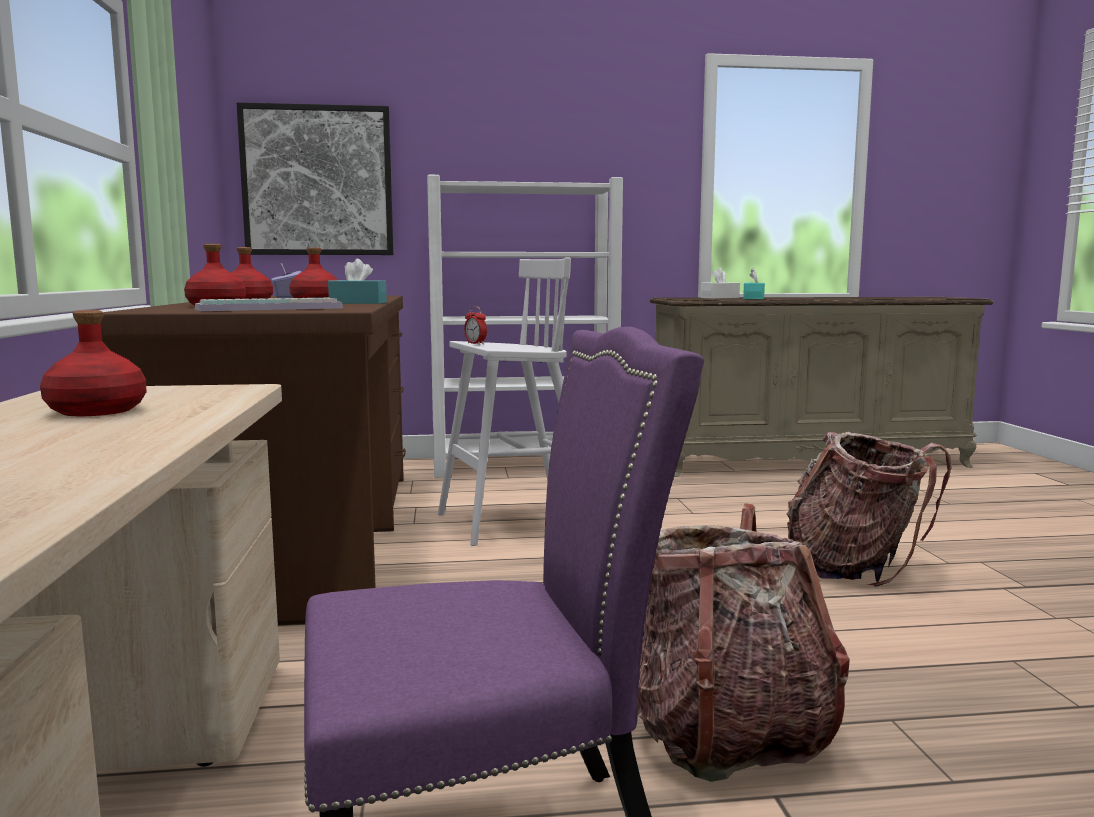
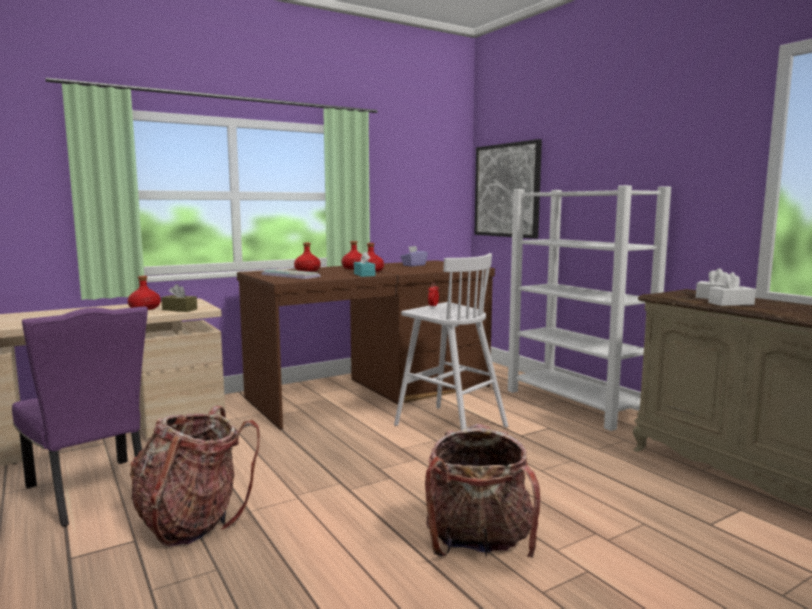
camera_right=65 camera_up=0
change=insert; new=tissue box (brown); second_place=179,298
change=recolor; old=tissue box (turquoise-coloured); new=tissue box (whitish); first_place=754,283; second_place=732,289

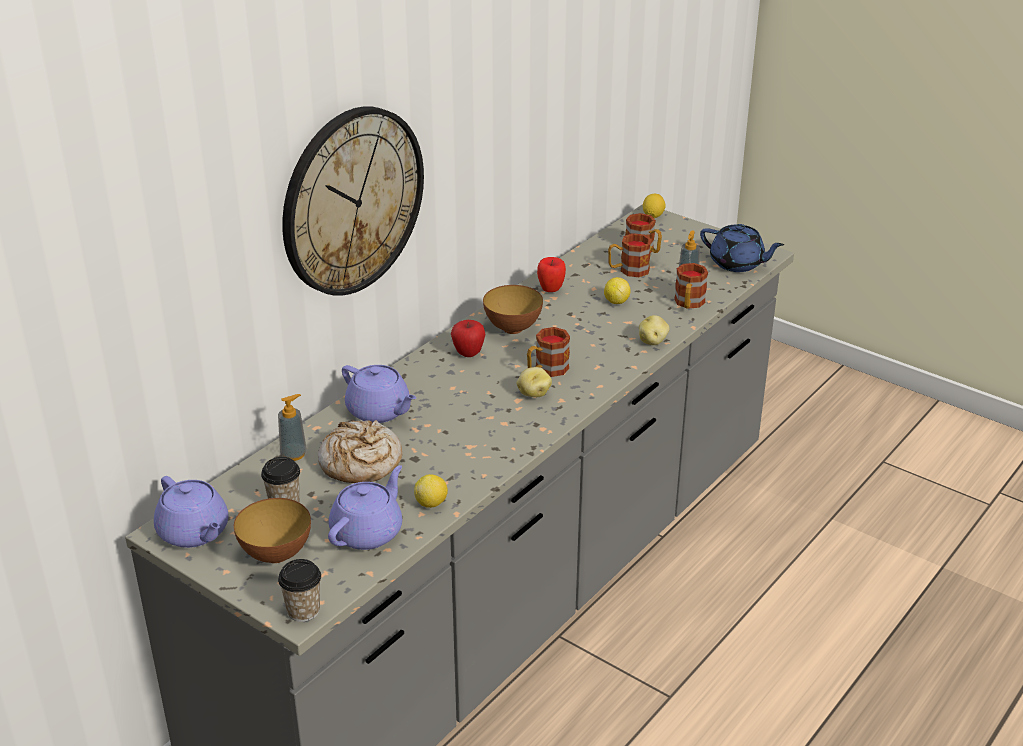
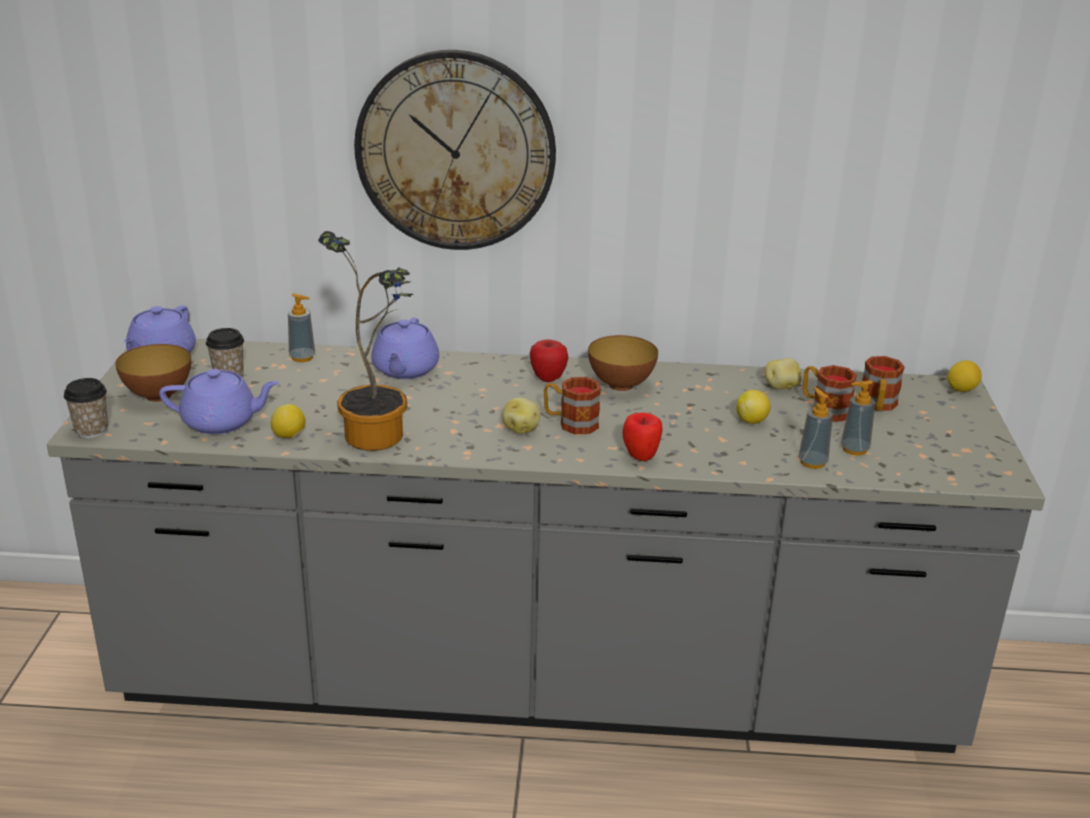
camera_right=55 camera_up=-5
change=delete; old=bakery bread; first_place=360,451
change=delete; old=teapot (bluish); first_place=742,248
change=insert; new=potted plant; second_place=365,341
change=move; old=apple; first_place=551,274; second_place=643,437
change=move; old=spud; first_place=654,330; second_place=783,374
change=replace; old=mug; new=soap bottle; first_place=691,286; second_place=816,428

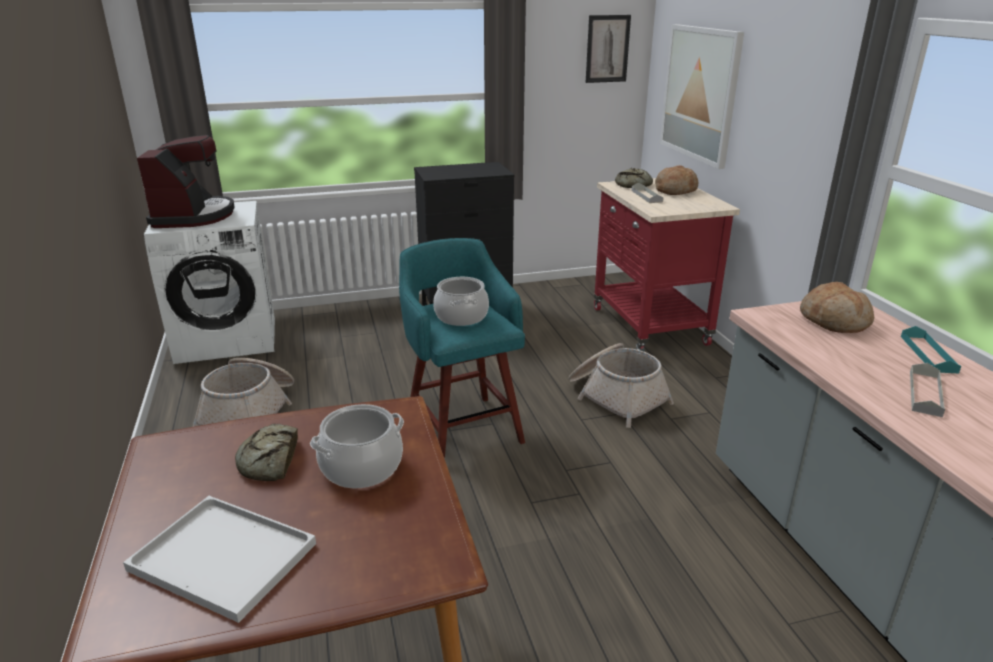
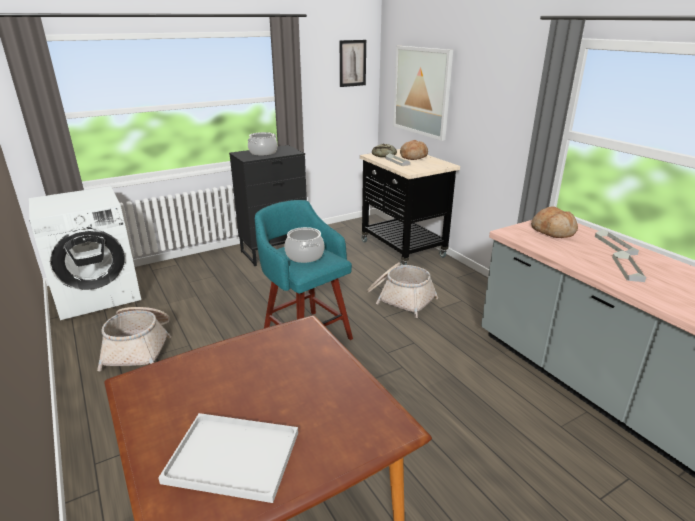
camera_right=-15 camera_up=0
change=delete; old=coffee maker; first_place=185,181
change=delete; old=bakery bread; first_place=266,452
change=move; old=stockpot; first_place=357,446; second_place=262,144
change=recolor; old=cart (red-coloured); new=cart (black-coloured); first_place=667,265; second_place=410,207
change=recolor; old=carrying tray (turquoise-coloured); new=carrying tray (grey); first_place=931,349; second_place=617,242

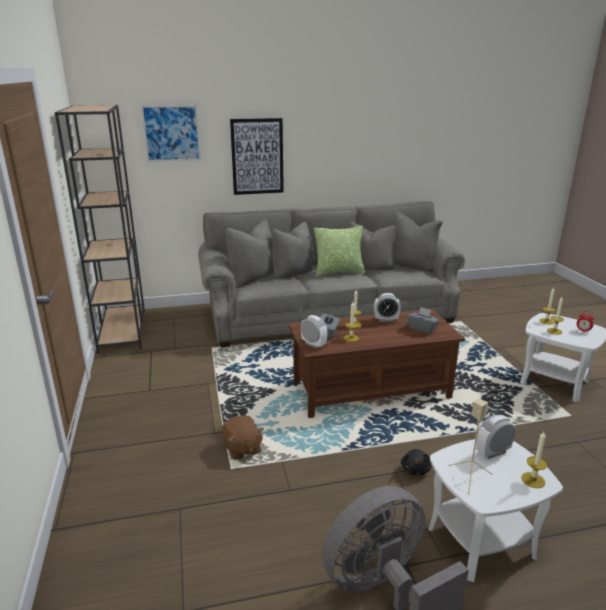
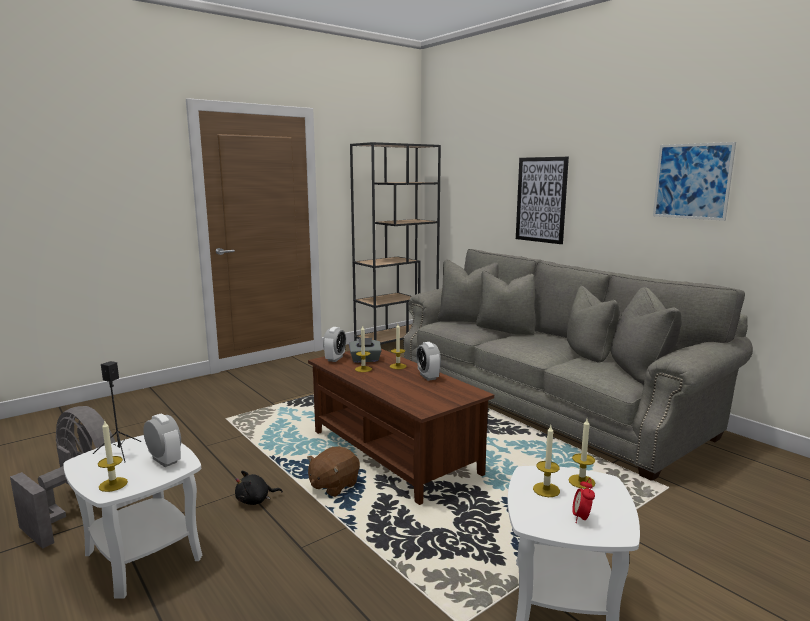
camera_right=65 camera_up=-10
change=delete; old=cushion; first_place=339,251
change=delete; old=tissue box (grey); first_place=423,320
change=move; old=wall picture; first_place=171,133; second_place=694,181
change=move; old=cuddly toy (brown); first_place=243,437; second_place=333,471
change=recolor; old=loudspeaker (beige-coloured); new=loudspeaker (black-coloured); first_place=470,446; second_place=117,412

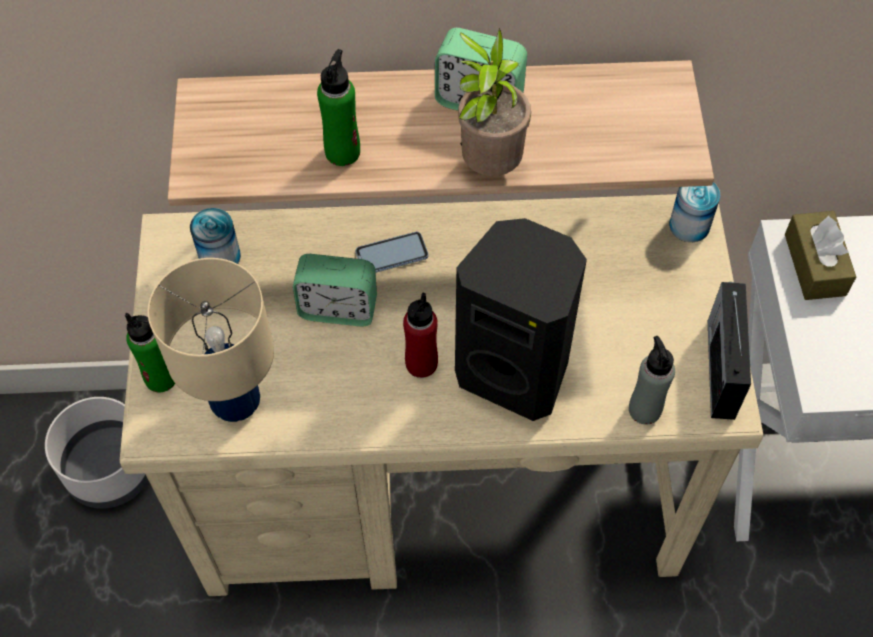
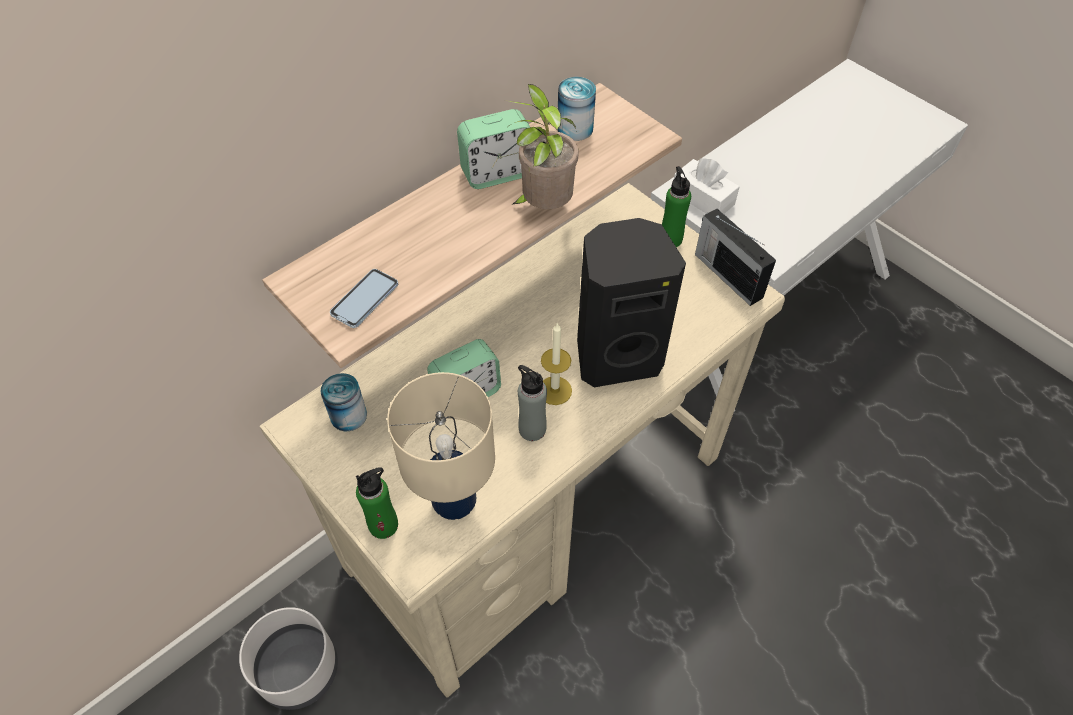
camera_right=-40 camera_up=-5
change=move; old=drink bottle (green-coloured); first_place=338,107; second_place=676,206
change=move; old=telephone; first_place=392,252; second_place=364,298
change=move; old=drink bottle (grey); first_place=652,380; second_place=532,403
change=move; old=can; first_place=694,212; second_place=576,109
change=replace; old=drink bottle (red-coloured); new=wax candle; first_place=420,335; second_place=556,363
change=recolor; old=tissue box (brown); new=tissue box (whitish); first_place=820,255; second_place=706,186

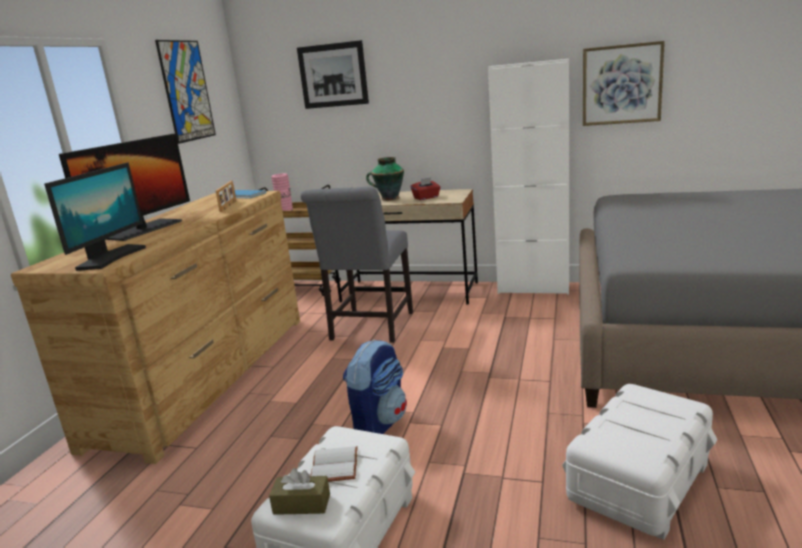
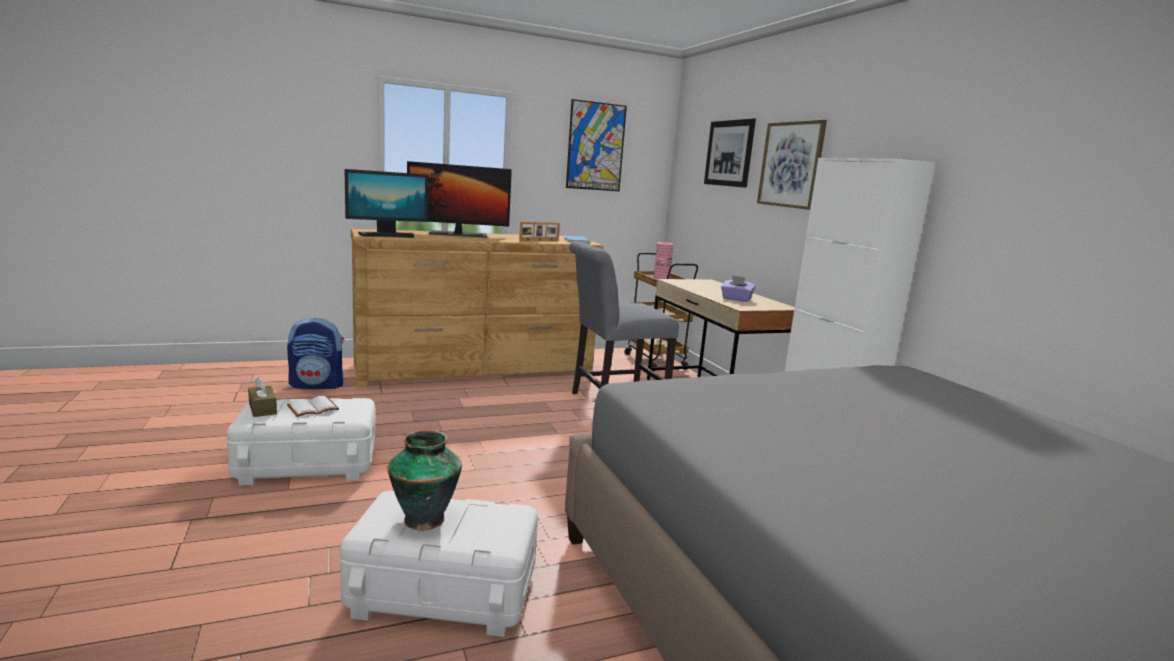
camera_right=50 camera_up=-5
change=move; old=rucksack; first_place=375,387; second_place=315,353
change=move; old=flower vase; first_place=385,179; second_place=424,480
change=move; old=wall picture; first_place=624,83; second_place=792,165
change=recolor; old=tissue box (red-coloured); new=tissue box (purplish); first_place=426,188; second_place=738,288

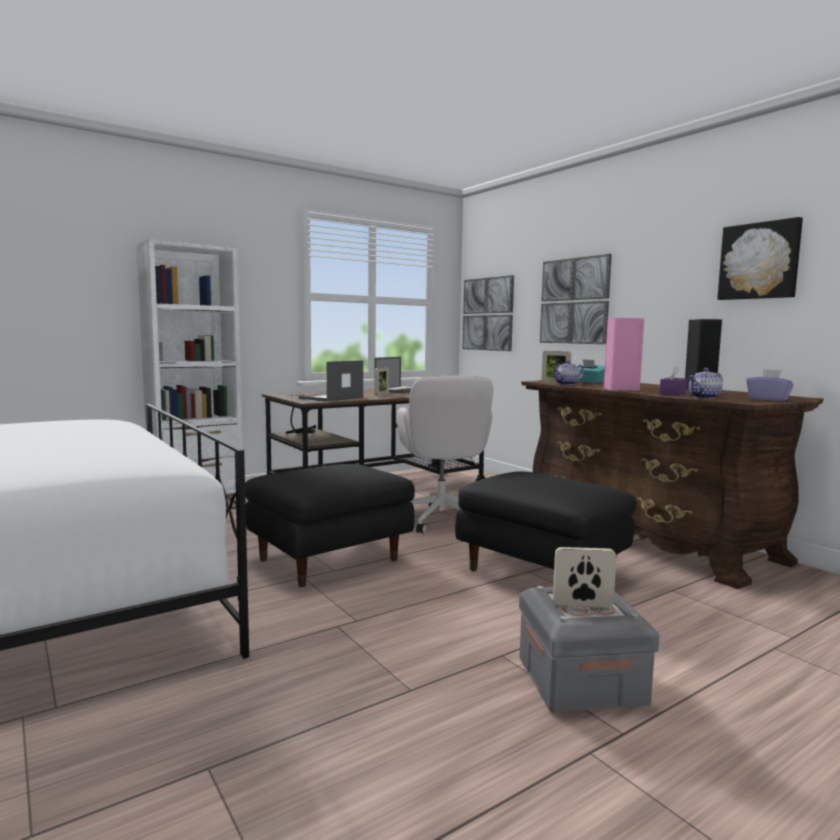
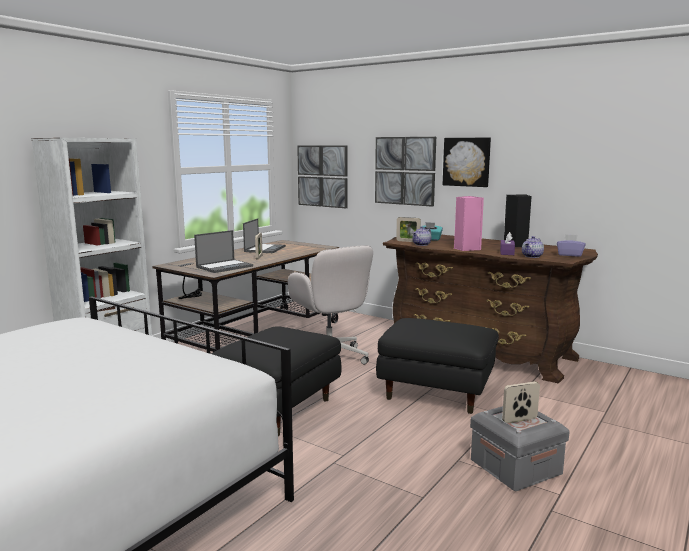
camera_right=-20 camera_up=5
change=move; old=wall picture; first_place=760,258; second_place=467,162
change=rotate; old=laptop; first_place=331,381; second_place=223,251; degrees=-150

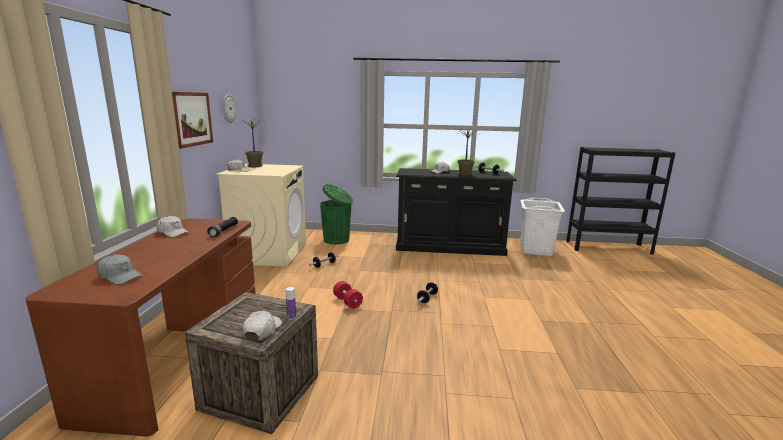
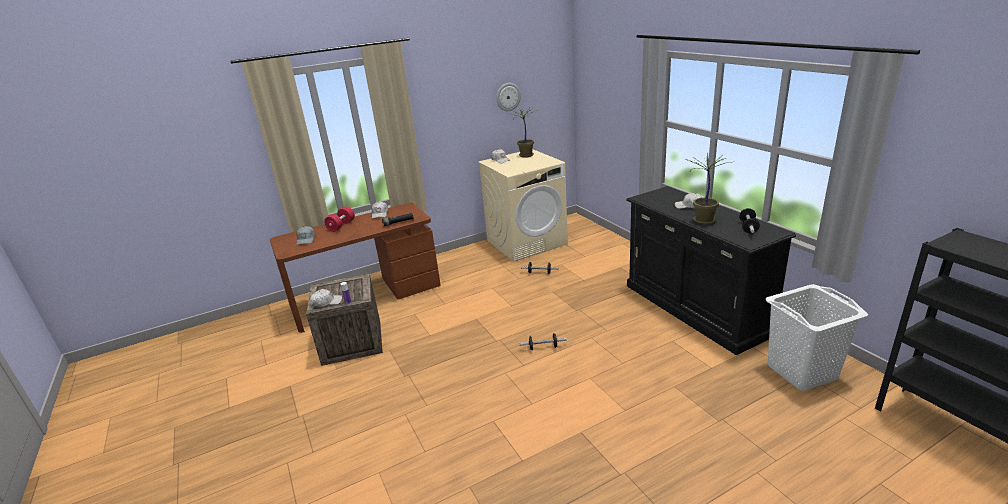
camera_right=60 camera_up=10
change=delete; old=wall picture; first_place=192,120
change=delete; old=rubbish bin (green-coloured); first_place=336,214
change=move; old=dumbbell (red-coloured); first_place=348,295; second_place=339,219

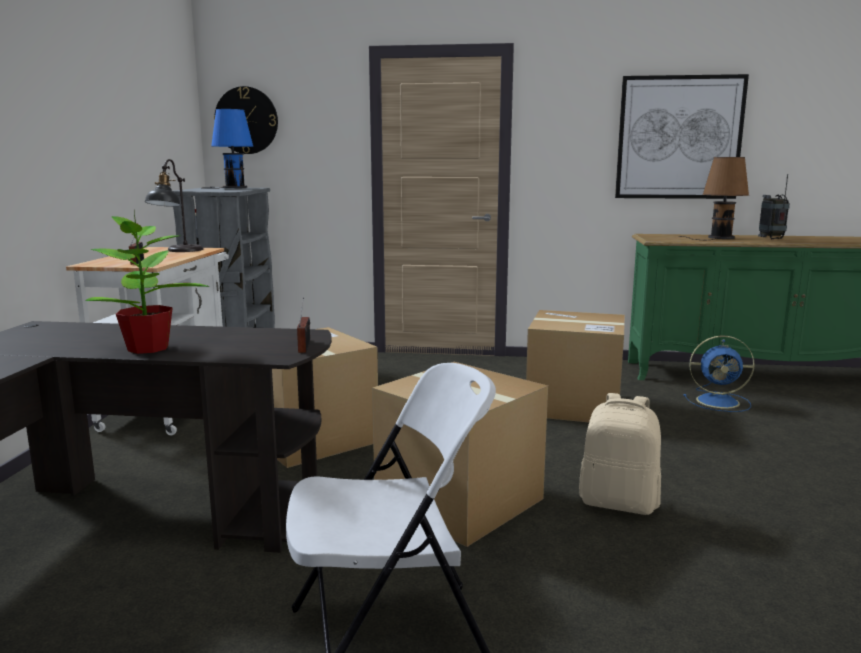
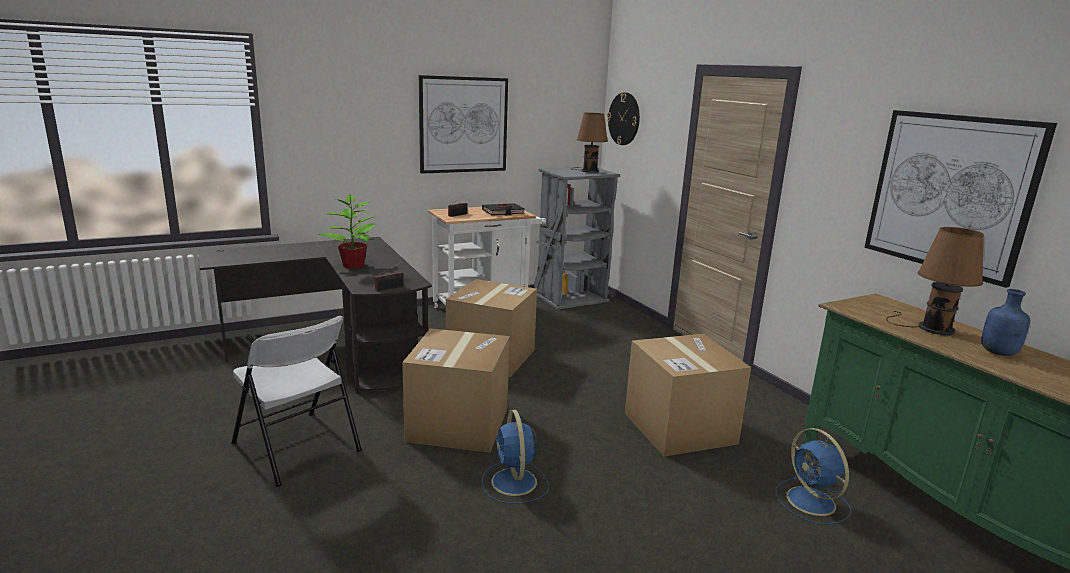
camera_right=55 camera_up=5
change=insert; new=wall picture; second_place=463,124
change=replace; old=lamp for a table (grey); new=volume (black-coloured); first_place=174,205; second_place=503,209
change=replace; old=rucksack (beige-coloured); new=cooling fan (bluish); first_place=620,454; second_place=515,456
change=replace; old=radio set; new=drink bottle (bluish); first_place=774,206; second_place=1005,322
change=recolor; old=lamp for a table (bluish); new=lamp for a table (brown); first_place=228,149; second_place=590,143

